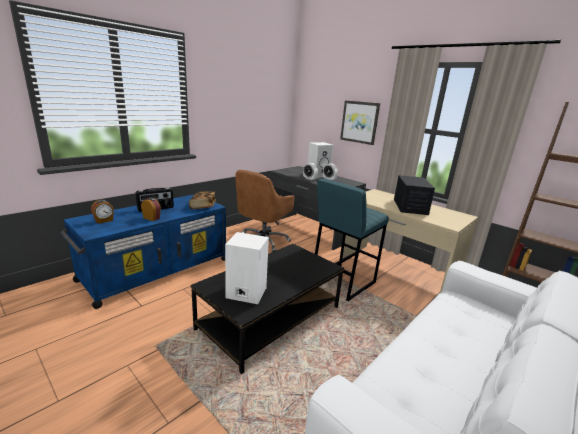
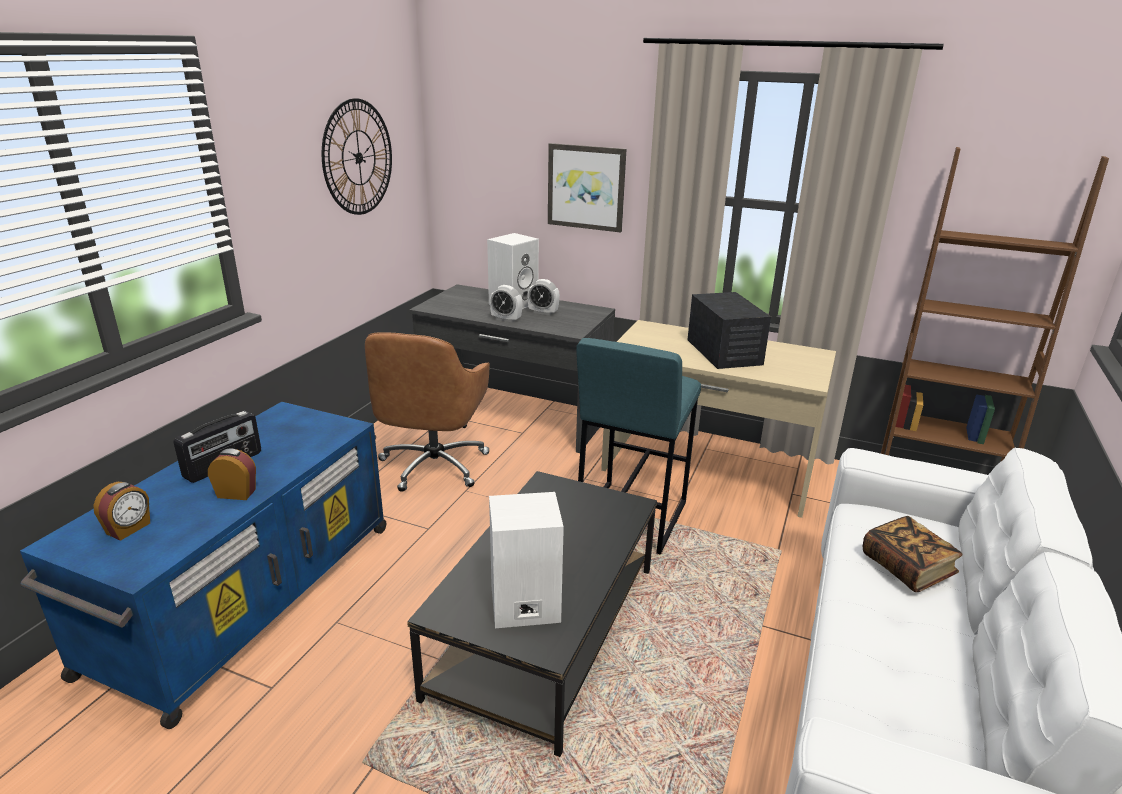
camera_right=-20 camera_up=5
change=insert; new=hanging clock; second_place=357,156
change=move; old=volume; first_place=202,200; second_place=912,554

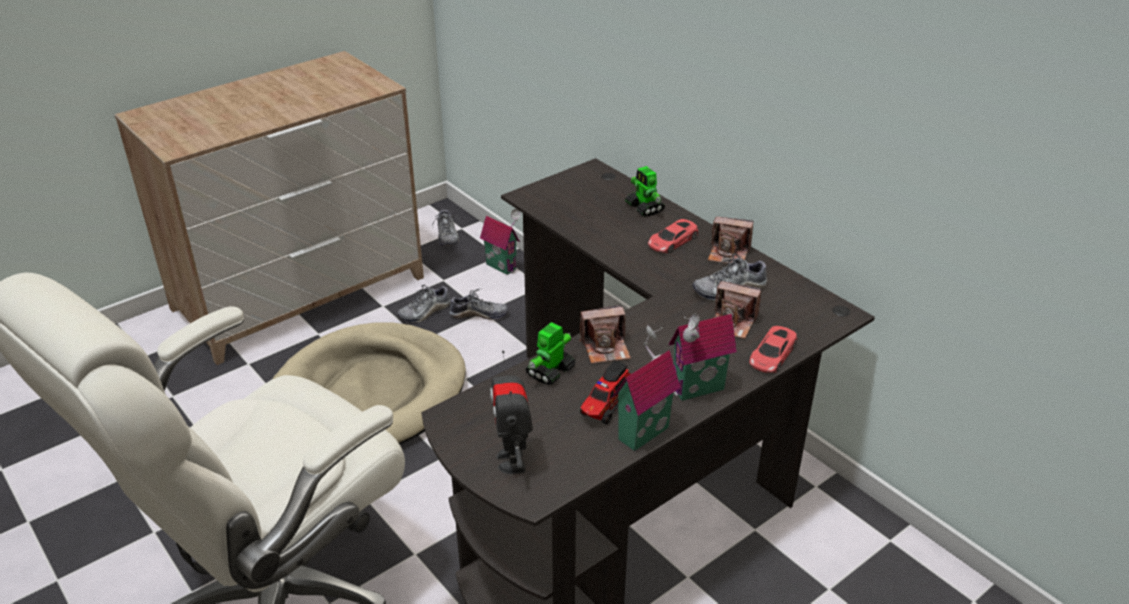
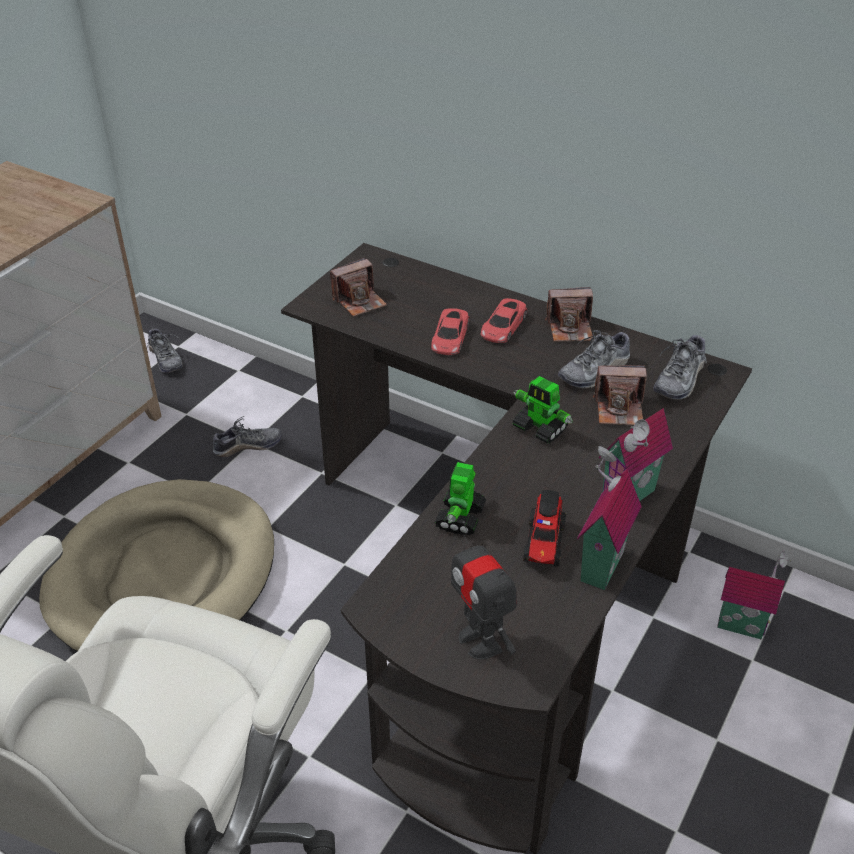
camera_right=-20 camera_up=5
change=move; old=low shoe; first_place=424,304; second_place=680,367
change=move; old=toy house; first_place=500,242; second_place=754,595
change=move; old=photo camera; first_place=605,334; second_place=358,287
change=move; old=robot figure; first_place=645,191; second_place=543,410
change=move; old=toy car (red-coloured); first_place=773,349; second_place=450,331

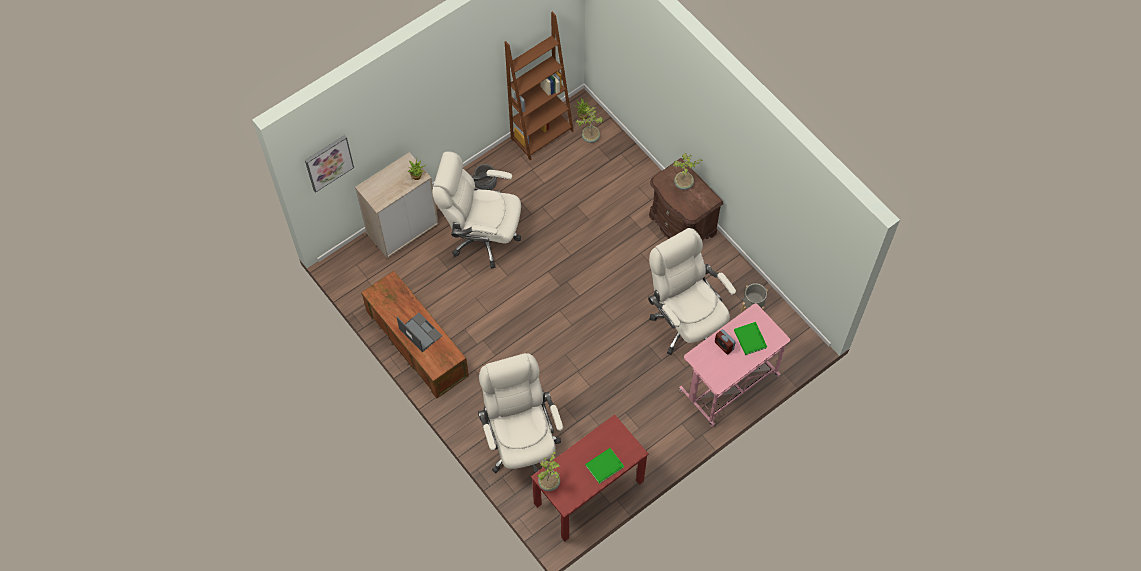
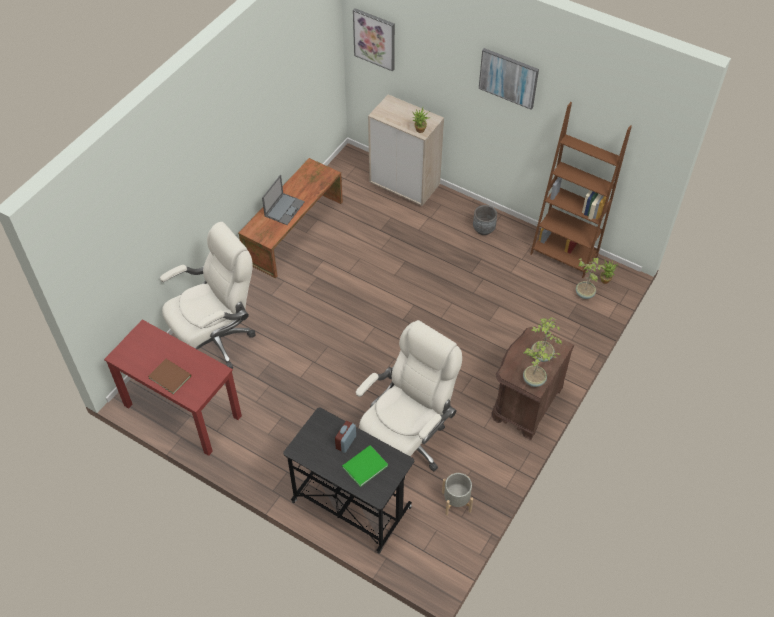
camera_right=70 camera_up=-10
change=delete; old=office chair (whitish); first_place=477,210
change=insert; new=wall picture; second_place=509,79
change=move; old=potted plant; first_place=548,471; second_place=541,364
change=recolor; old=volume (green-coloured); new=volume (brown); first_place=604,466; second_place=170,376
change=recolor; old=desk (pink); new=desk (black-coloured); first_place=734,365; second_place=348,480

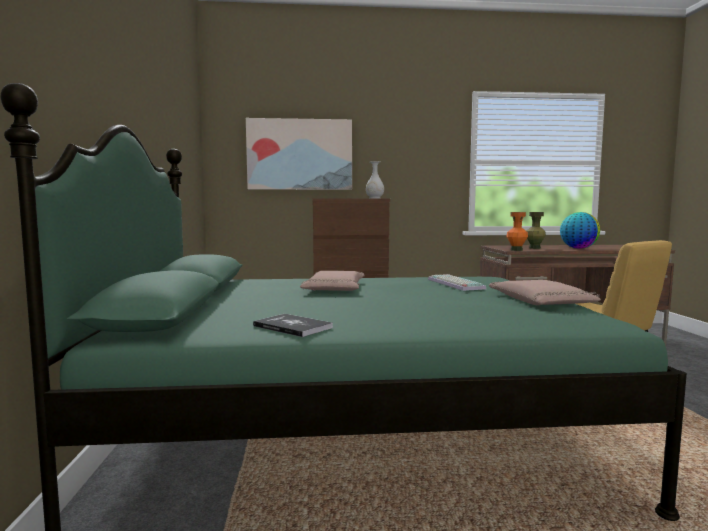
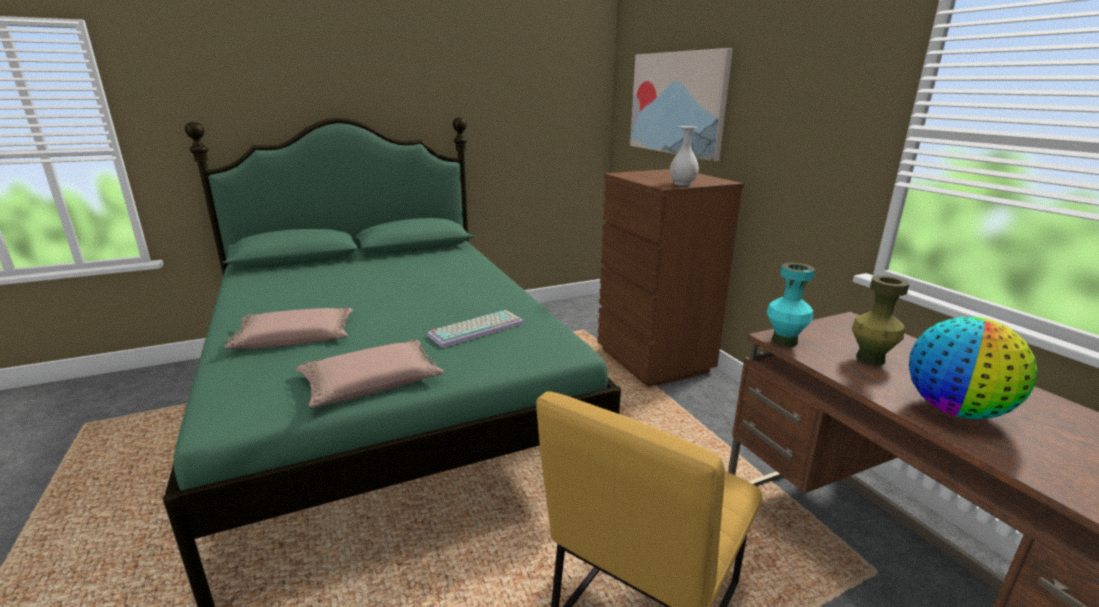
camera_right=70 camera_up=15
change=delete; old=volume; first_place=293,325
change=move; old=cushion (beige-coloured); first_place=332,281; second_place=288,328
change=recolor; old=flower vase (orange); new=flower vase (turquoise-coloured); first_place=517,231; second_place=791,305

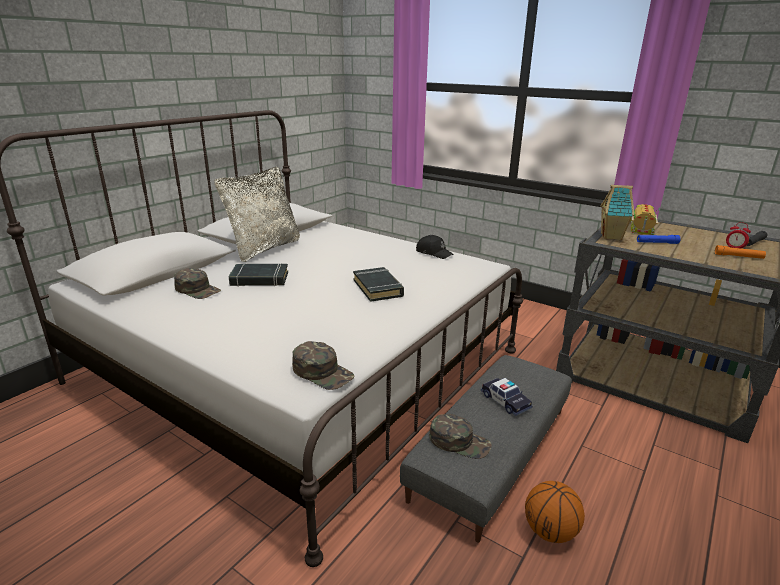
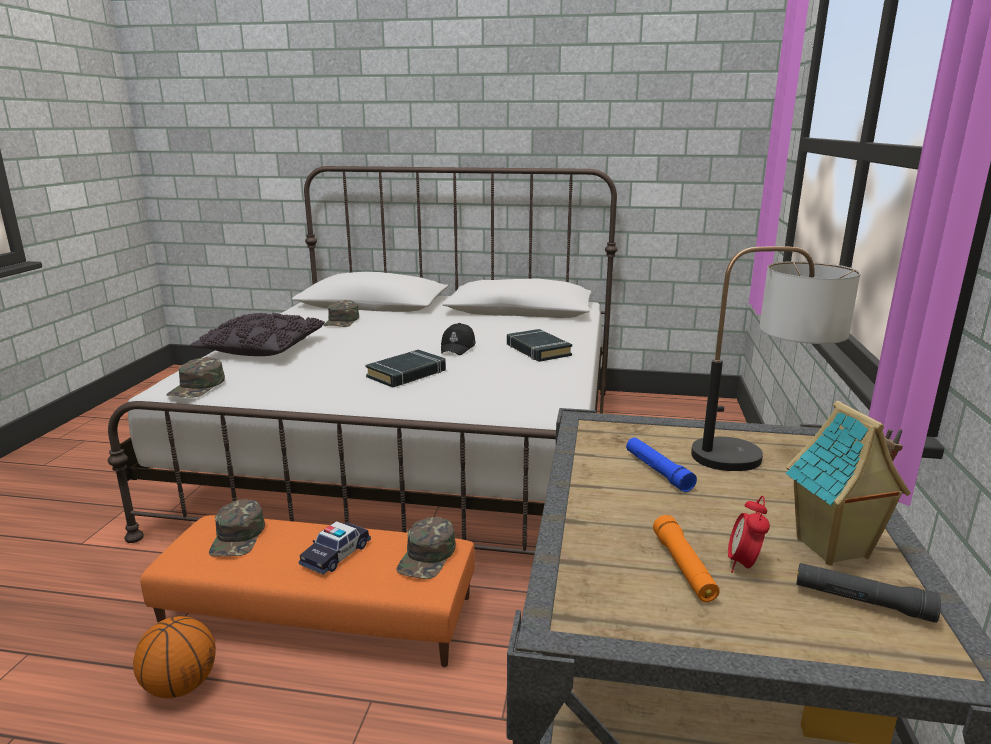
camera_right=65 camera_up=-5
change=delete; old=cushion (beige-coloured); first_place=257,214
change=insert; new=cushion (black-coloured); second_place=257,334
change=insert; new=peaked cap (green-coloured); second_place=426,548
change=move; old=volume (black-coloured); first_place=258,275; second_place=539,345
change=move; old=peaked cap (black-coloured); first_place=434,247; second_place=458,339
change=move; old=toy house; first_place=617,212; second_place=848,483
change=replace; old=model truck; new=lamp for a table; first_place=645,219; second_place=775,358
change=recolor; old=ottoman (grey); new=ottoman (orange); first_place=486,449; second_place=307,591

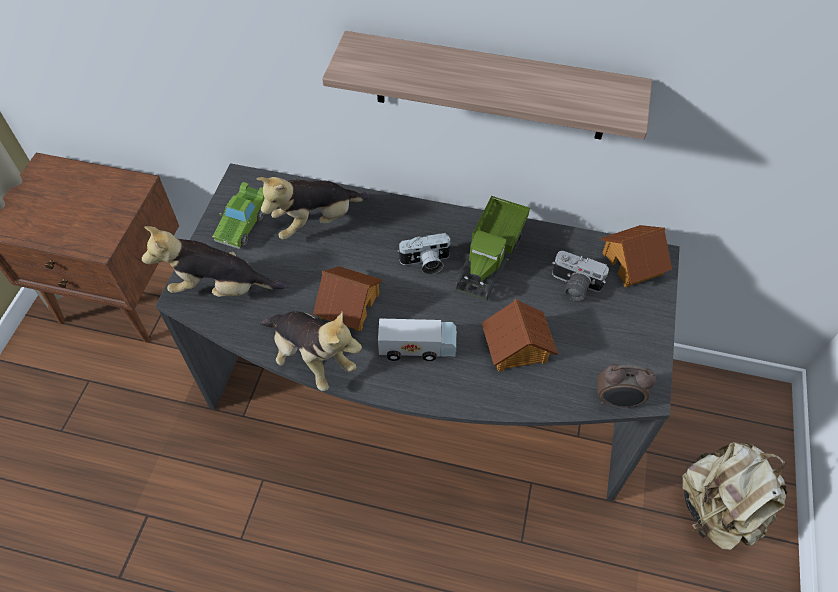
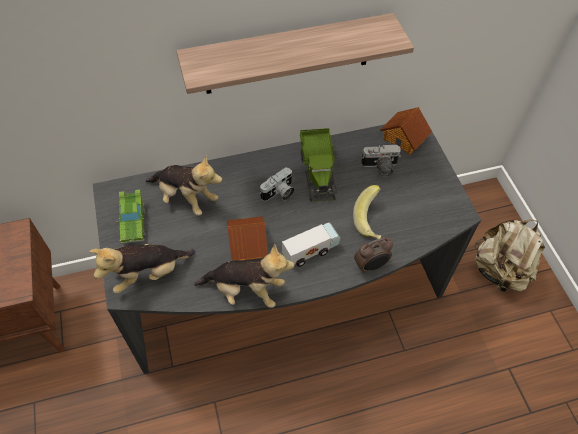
camera_right=-30 camera_up=0
change=move; old=alarm clock; first_place=626,386; second_place=373,255
change=replace; old=toy house; new=banana fruit; first_place=520,335; second_place=367,212
change=rotate; old=cuddly toy; first_place=312,208; second_place=183,185; degrees=-90

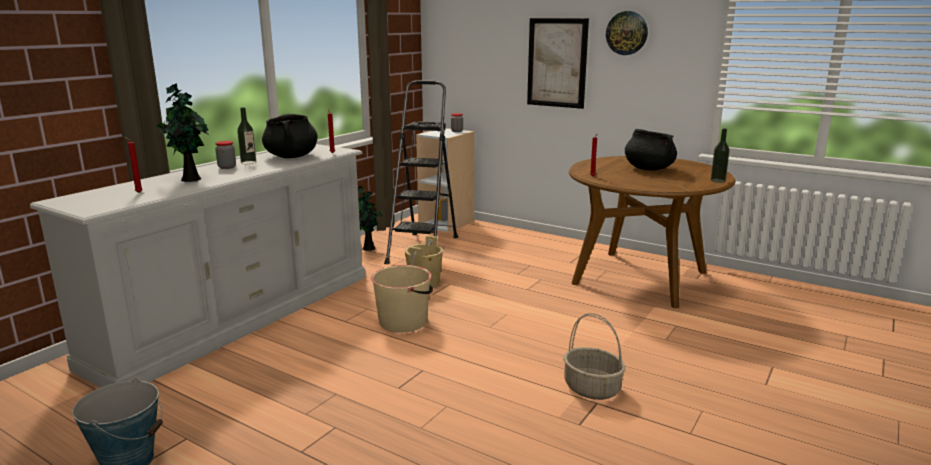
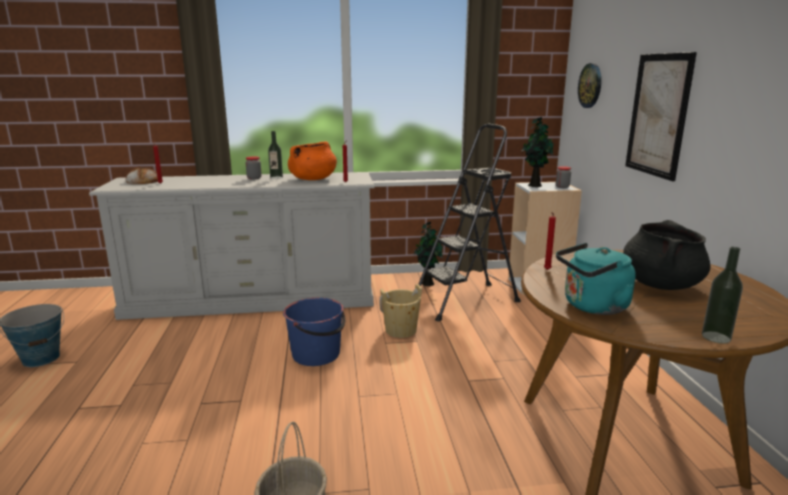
camera_right=50 camera_up=0
change=insert; new=bakery bread; second_place=141,175
change=insert; new=water kettle (turquoise-coloured); second_place=596,279
change=move; old=potted plant; first_place=183,132; second_place=537,152
change=move; old=hanging clock; first_place=627,33; second_place=589,85
change=recolor; old=stockpot (black-coloured); new=stockpot (orange); first_place=289,136; second_place=312,160
change=recolor; old=bucket (beige-coloured); new=bucket (bluish); first_place=402,299; second_place=314,332

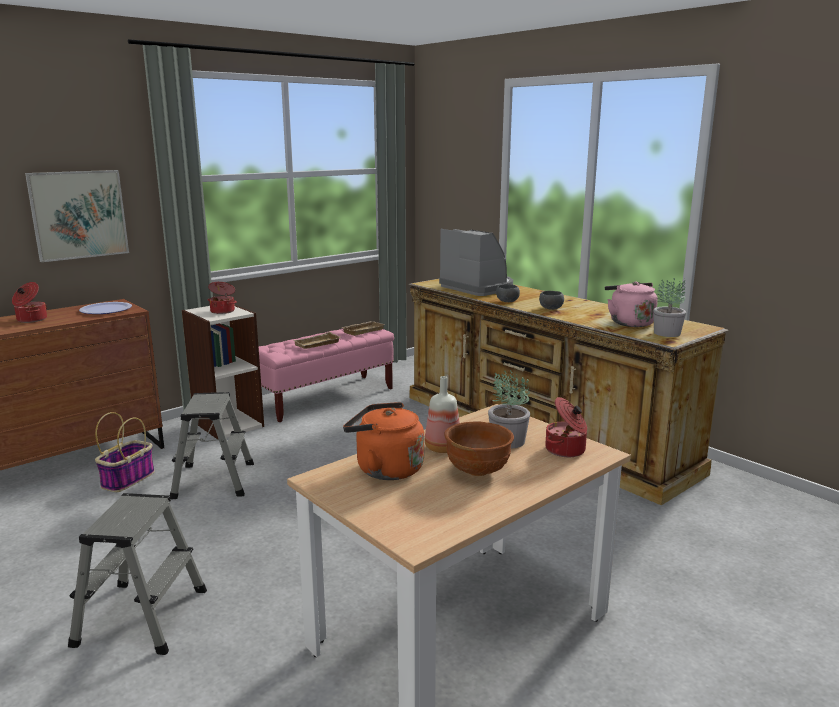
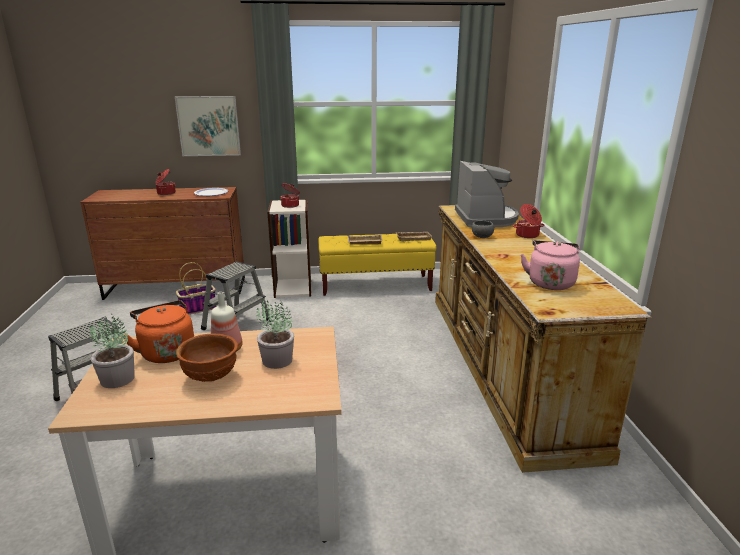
camera_right=35 camera_up=5
change=delete; old=bowl (grey); first_place=551,300
change=move; old=stockpot; first_place=566,427; second_place=528,221
change=move; old=potted plant; first_place=669,307; second_place=112,351
change=recolor; old=bench (pink); new=bench (yellowish); first_place=326,375; second_place=377,265

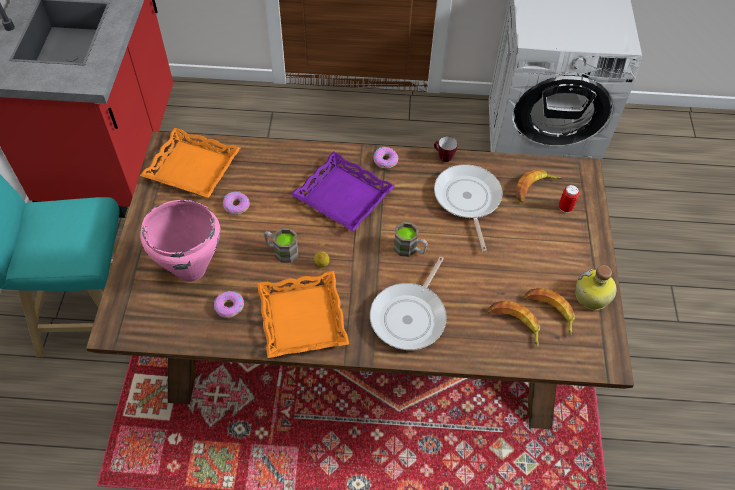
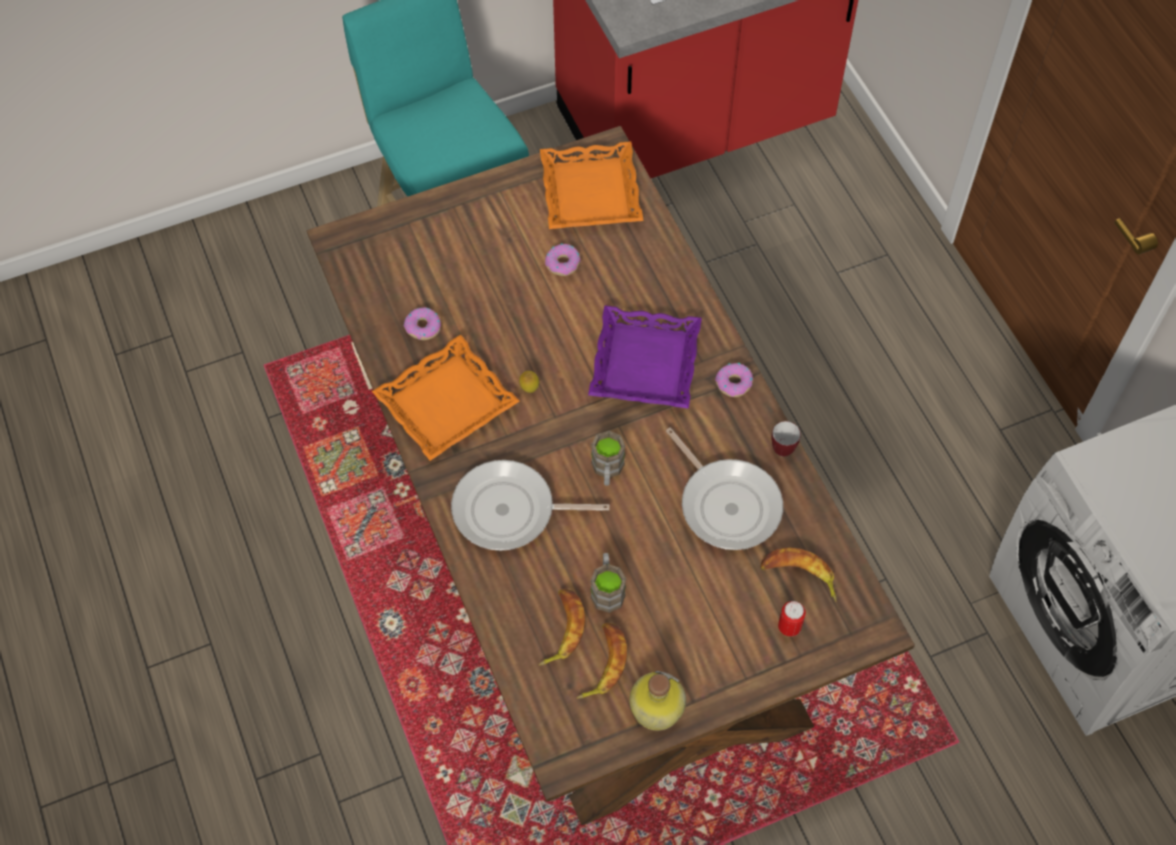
camera_right=65 camera_up=5
change=delete; old=stockpot (pink); first_place=180,241
change=move; old=mug (brown); first_place=281,245; second_place=608,583
change=rotate; old=pan; first_place=468,208; second_place=724,489; degrees=90

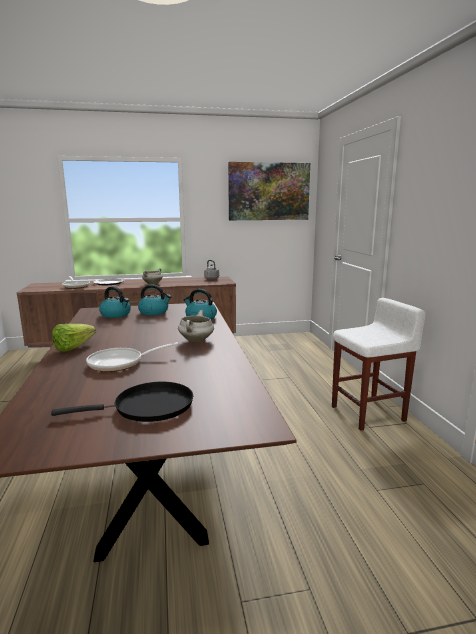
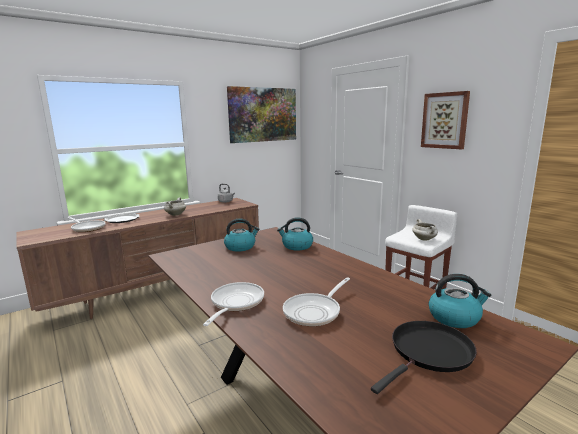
camera_right=-25 camera_up=0
change=insert; new=wall picture; second_place=445,120
change=move; old=water kettle; first_place=115,302; second_place=460,301
change=move; old=stockpot (whitish); first_place=196,326; second_place=425,230
change=replace; old=lettuce; new=pan; first_place=74,338; second_place=233,304

